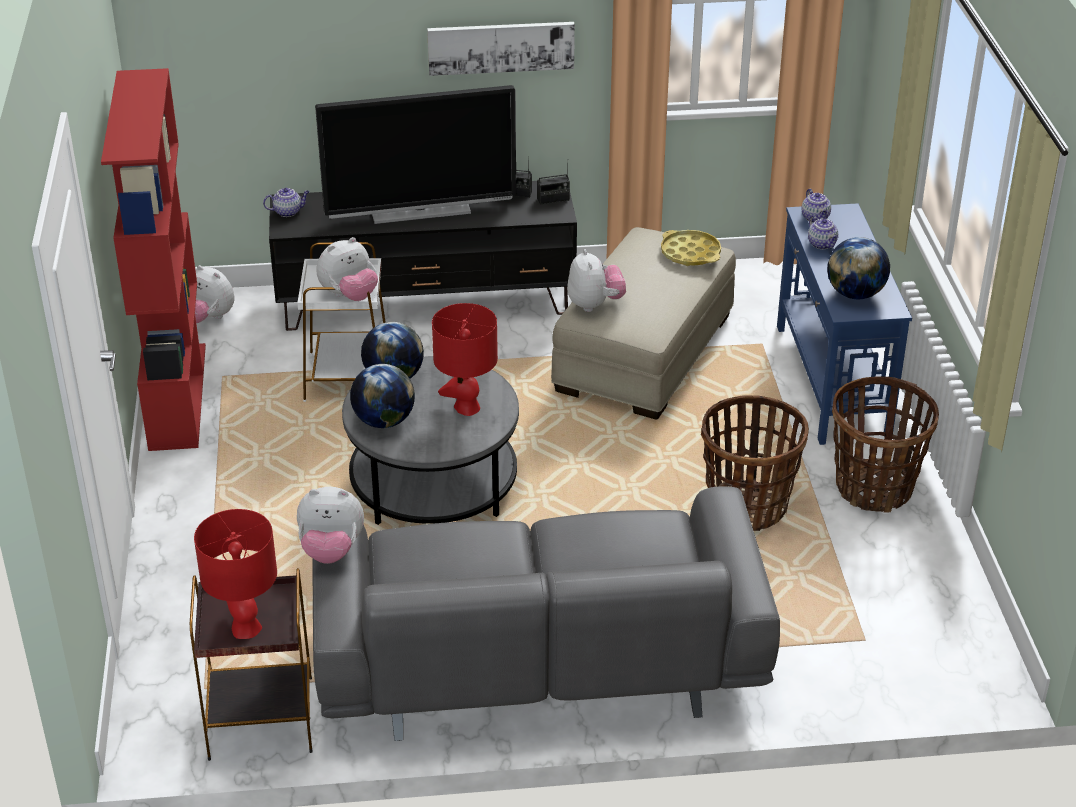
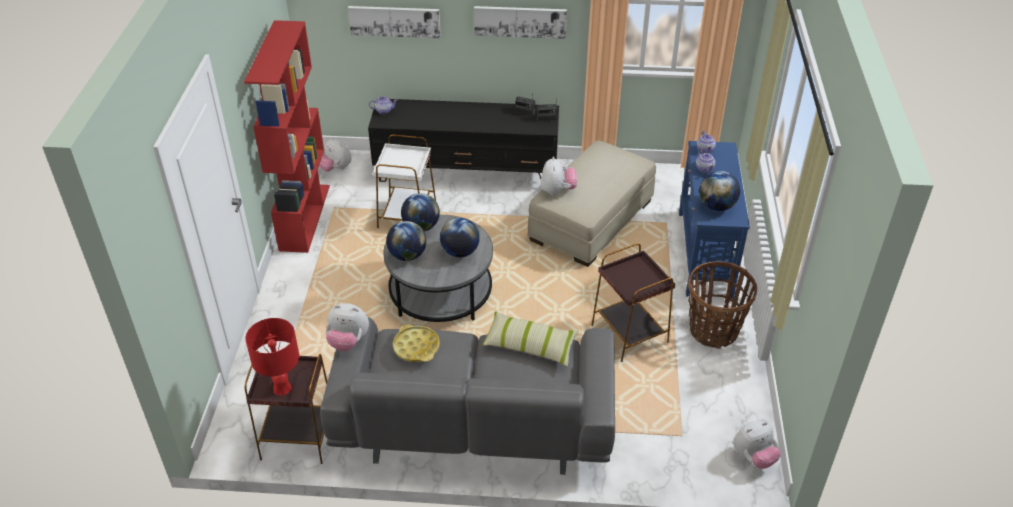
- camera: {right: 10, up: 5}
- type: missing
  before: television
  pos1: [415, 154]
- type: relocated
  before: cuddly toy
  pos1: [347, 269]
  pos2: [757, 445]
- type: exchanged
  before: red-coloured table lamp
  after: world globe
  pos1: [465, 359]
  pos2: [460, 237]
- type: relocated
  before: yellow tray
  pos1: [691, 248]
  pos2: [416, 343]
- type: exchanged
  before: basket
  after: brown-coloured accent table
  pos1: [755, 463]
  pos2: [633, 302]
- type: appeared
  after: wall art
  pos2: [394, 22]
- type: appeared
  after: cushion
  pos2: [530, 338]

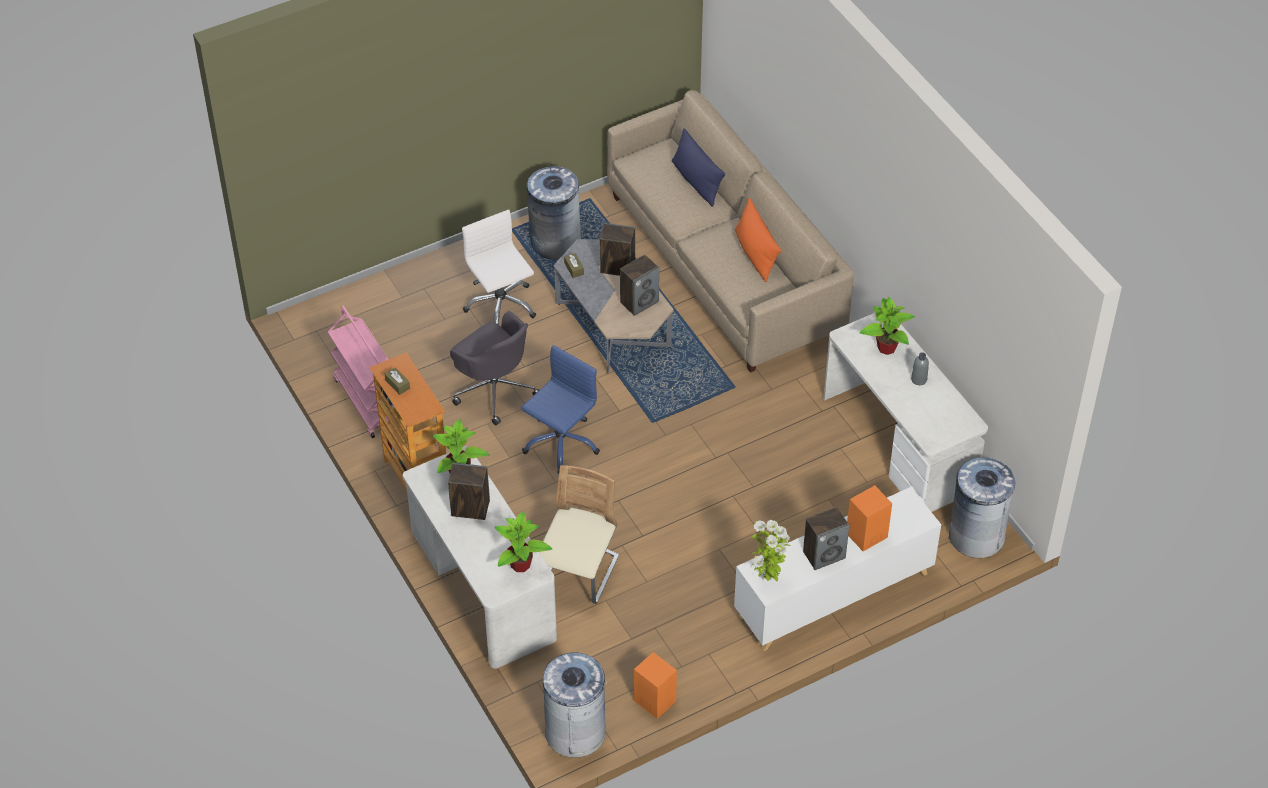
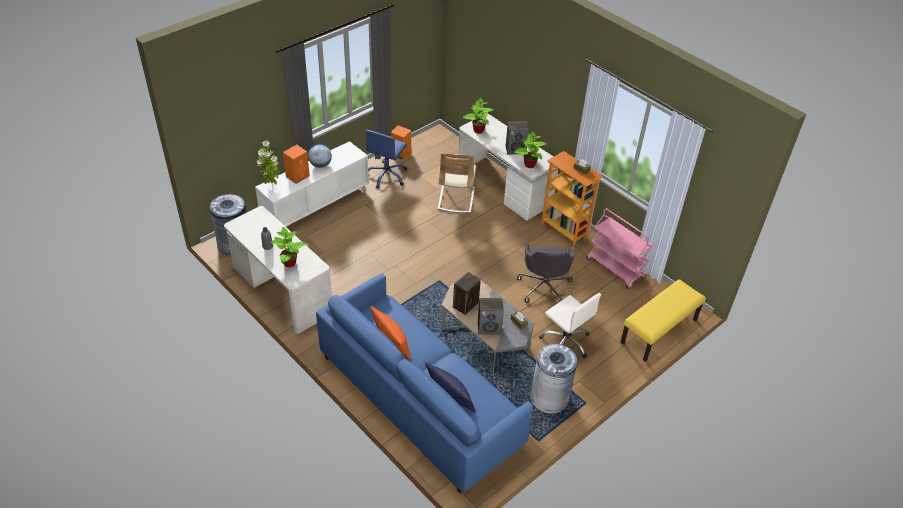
- camera: {right: 165, up: -5}
- type: spun
  before: gray desk chair
  pos1: [494, 368]
  pos2: [546, 273]
  turn: -120
- type: relocated
  before: blue desk chair
  pos1: [560, 409]
  pos2: [386, 159]
- type: missing
  before: gray rubbish bin
  pos1: [575, 705]
- type: colour
  before: sand-coloured couch
  after: blue couch
  pos1: [730, 231]
  pos2: [424, 383]
- type: relocated
  before: potted plant
  pos1: [770, 551]
  pos2: [268, 162]
- type: exchanged
  before: loudspeaker
  after: world globe
  pos1: [826, 538]
  pos2: [320, 156]
- type: appeared
  after: yellow bench
  pos2: [663, 320]

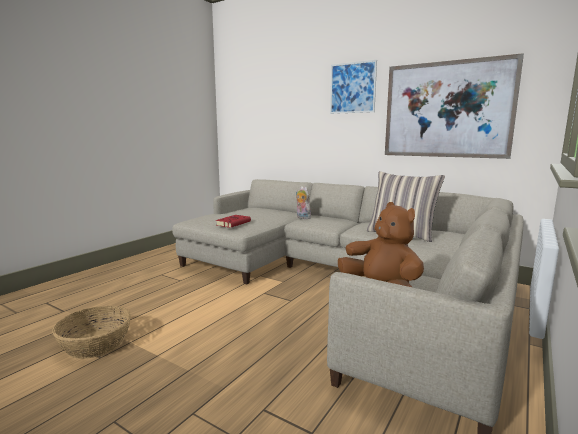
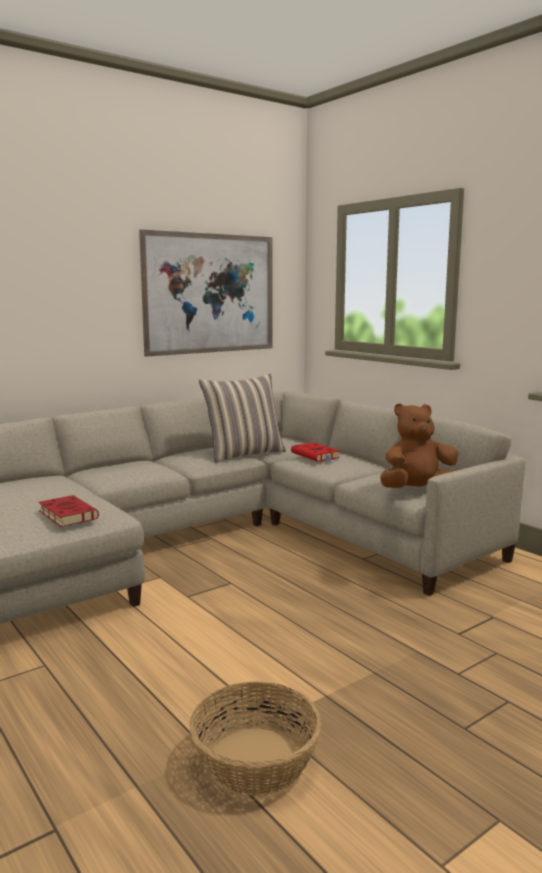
- camera: {right: -70, up: 0}
- type: missing
  before: cuddly toy
  pos1: [303, 202]
- type: missing
  before: wall art
  pos1: [353, 87]
- type: appeared
  after: red-coloured bound book
  pos2: [315, 452]

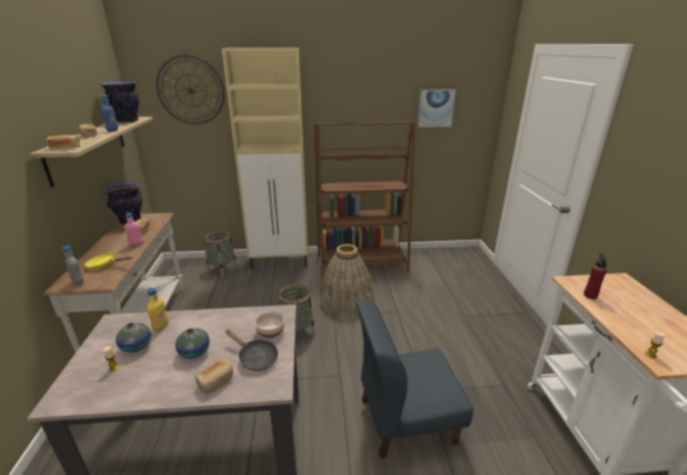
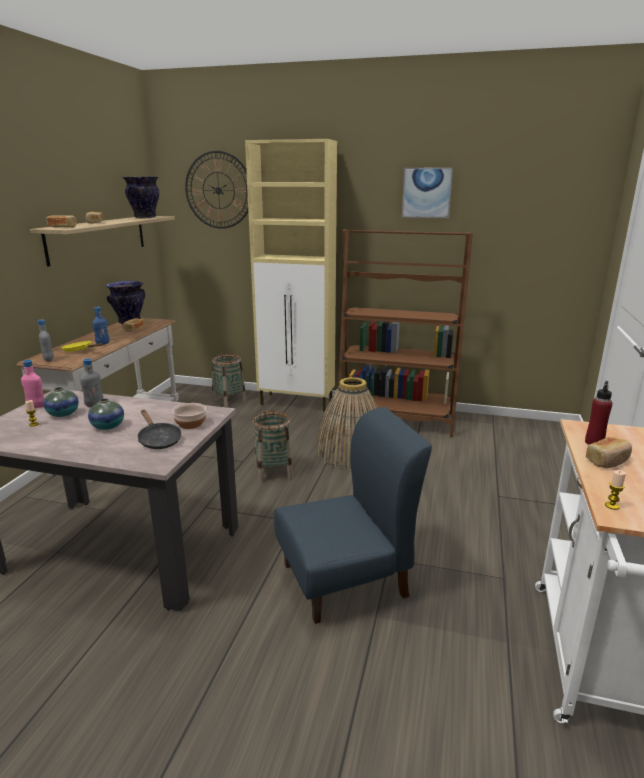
- camera: {right: 20, up: -5}
- type: relocated
  before: blue bottle
  pos1: [109, 113]
  pos2: [101, 326]
- type: relocated
  before: pink-coloured bottle
  pos1: [134, 229]
  pos2: [33, 384]
- type: colour
  before: yellow bottle
  after: gray bottle
  pos1: [158, 310]
  pos2: [92, 382]
- type: relocated
  before: baked bread
  pos1: [214, 376]
  pos2: [609, 452]
- type: spun
  before: blue upright chair
  pos1: [414, 379]
  pos2: [353, 515]
  turn: 150
- type: relocated
  before: wall art
  pos1: [436, 108]
  pos2: [427, 192]

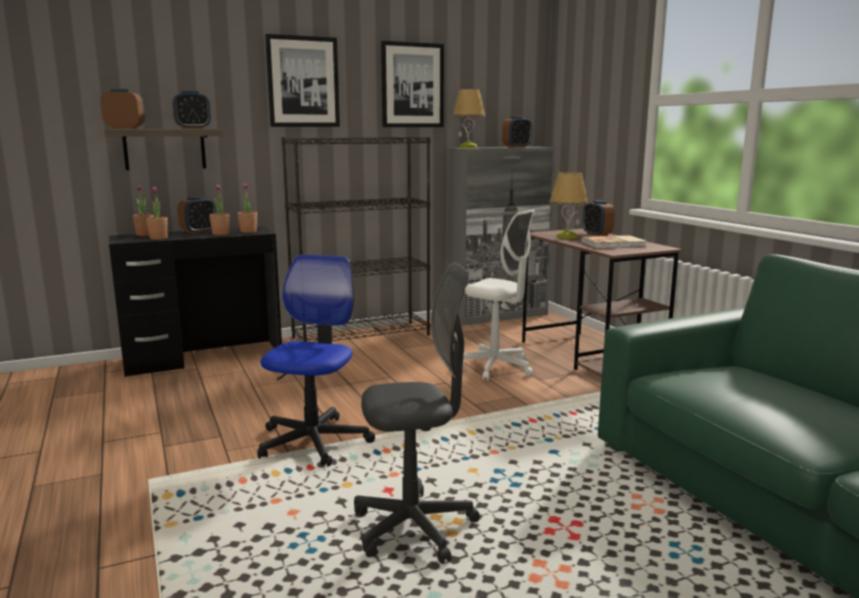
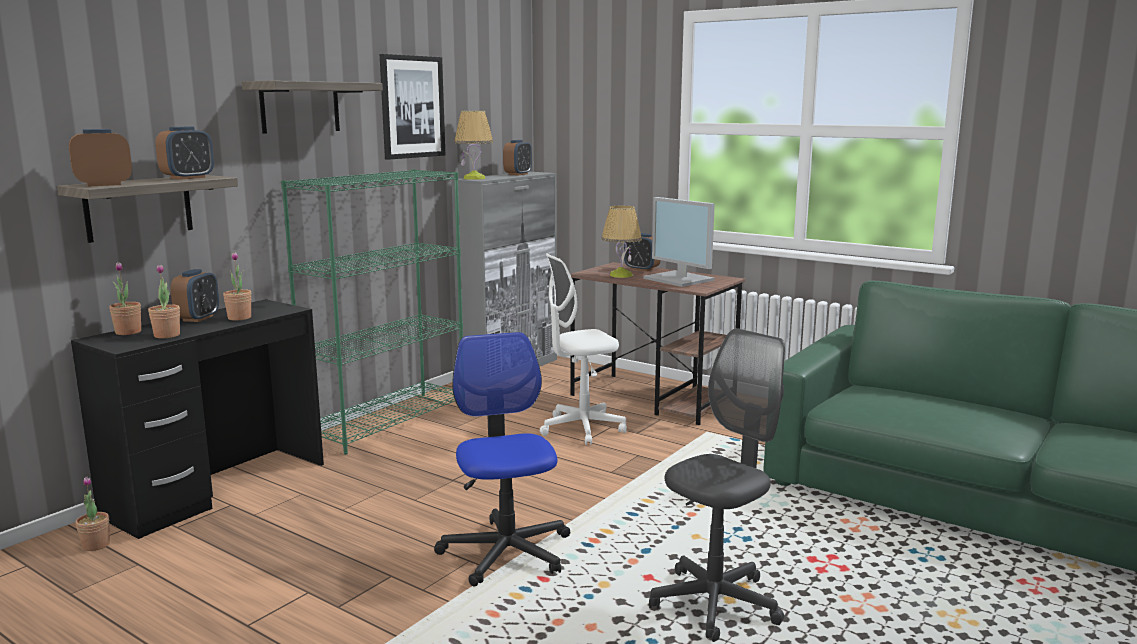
- camera: {right: -30, up: 0}
- type: relocated
  before: potted plant
  pos1: [247, 208]
  pos2: [93, 514]
- type: exchanged
  before: wall art
  after: bracket shelf
  pos1: [302, 80]
  pos2: [312, 107]
- type: colour
  before: black bookcase
  after: green bookcase
  pos1: [356, 240]
  pos2: [372, 312]
- type: spun
  before: white desk chair
  pos1: [498, 295]
  pos2: [583, 349]
  turn: 150
- type: exchanged
  before: bound book
  after: monitor
  pos1: [613, 241]
  pos2: [679, 242]

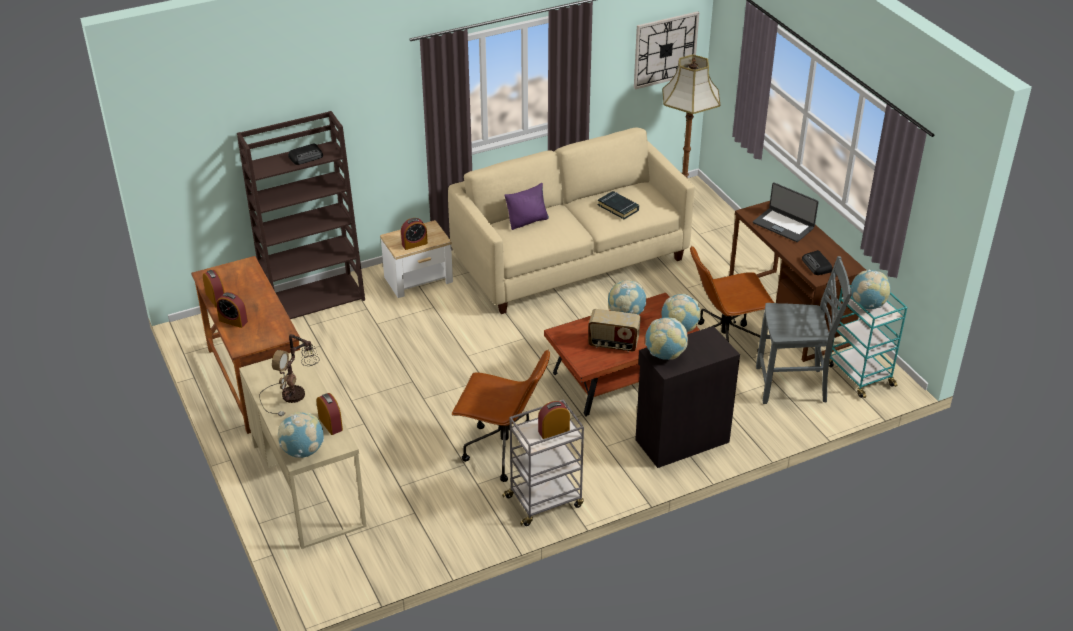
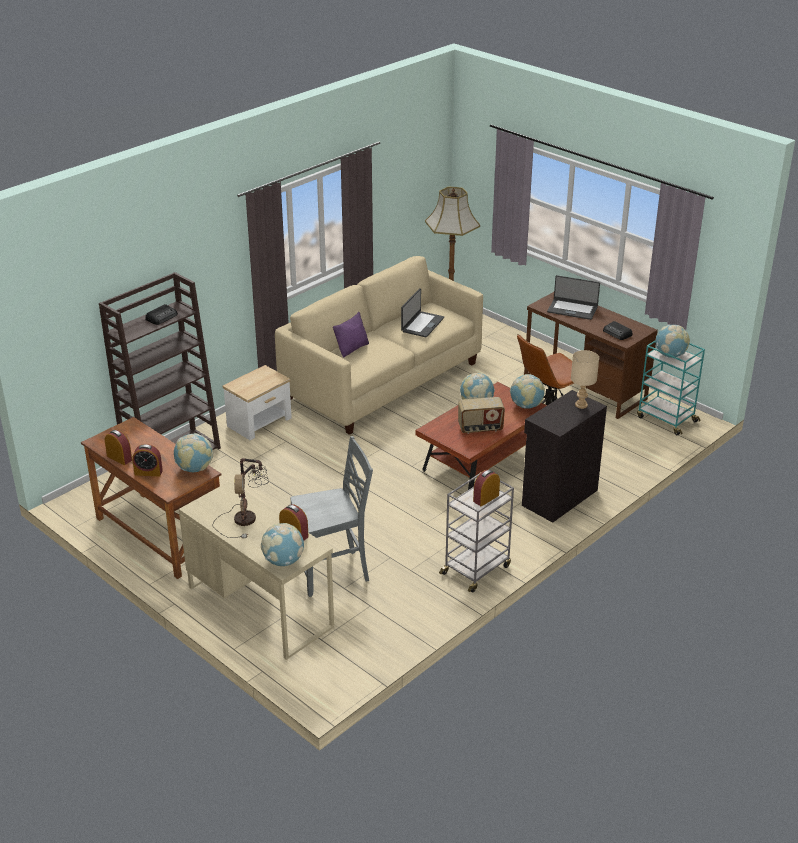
- camera: {right: -20, up: -5}
- type: missing
  before: table clock
  pos1: [414, 234]
- type: missing
  before: brown-coloured desk chair
  pos1: [501, 415]
- type: exchanged
  before: black bound book
  after: portable computer
  pos1: [618, 205]
  pos2: [422, 312]
- type: missing
  before: hanging clock
  pos1: [666, 50]
- type: relocated
  before: world globe
  pos1: [666, 338]
  pos2: [193, 452]
- type: relocated
  before: gray upright chair
  pos1: [804, 330]
  pos2: [331, 516]
- type: appeared
  after: sand-coloured table lamp
  pos2: [585, 379]

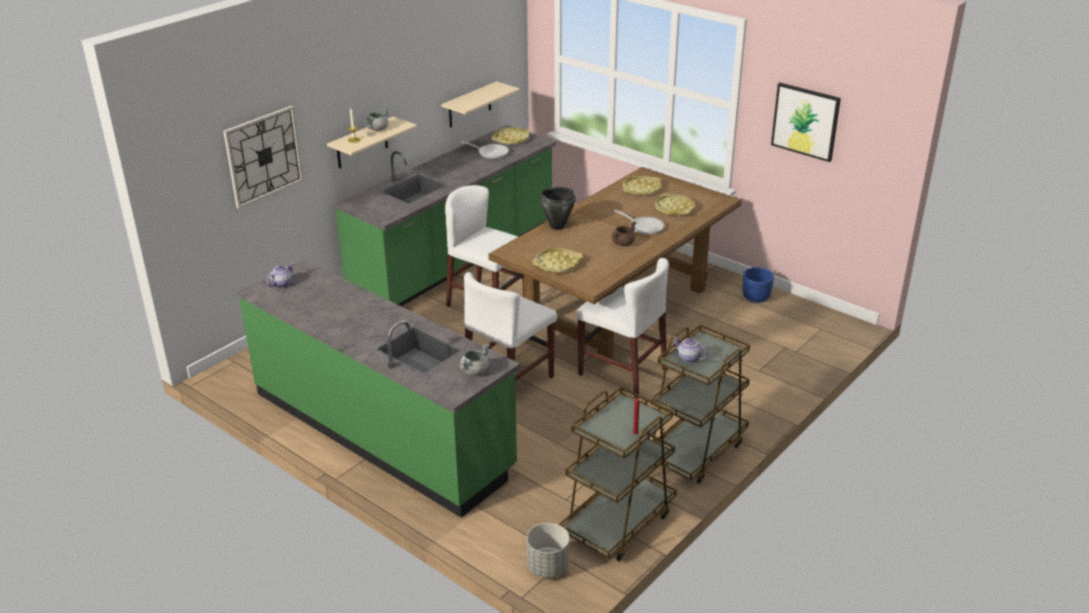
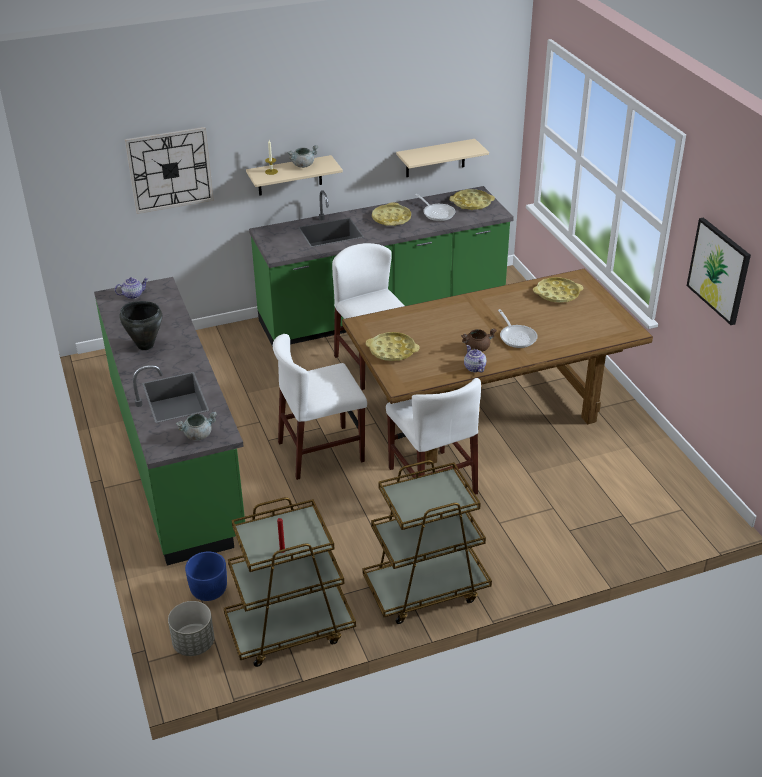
- camera: {right: 30, up: 5}
- type: relocated
  before: black cooking pot
  pos1: [558, 208]
  pos2: [140, 325]
- type: relocated
  before: yellow tray
  pos1: [675, 204]
  pos2: [391, 214]
- type: relocated
  before: teapot
  pos1: [690, 350]
  pos2: [475, 358]
- type: relocated
  before: blue planter
  pos1: [758, 285]
  pos2: [206, 576]

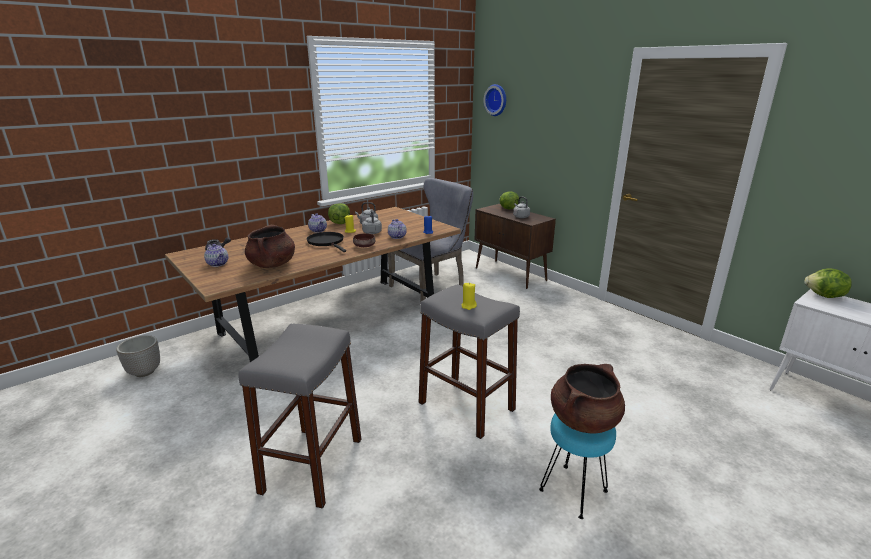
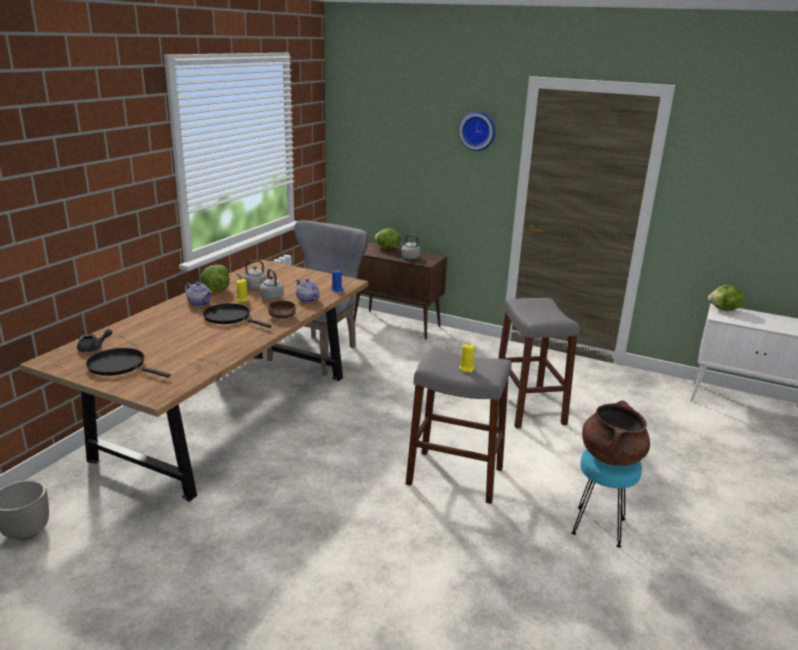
- camera: {right: -25, up: 0}
- type: exchanged
  before: teapot
  after: black pan
  pos1: [216, 255]
  pos2: [128, 363]
- type: relocated
  before: gray stool seat
  pos1: [299, 416]
  pos2: [538, 363]
- type: missing
  before: brown-coloured cooking pot
  pos1: [270, 246]
- type: relocated
  before: hanging clock
  pos1: [494, 100]
  pos2: [477, 131]

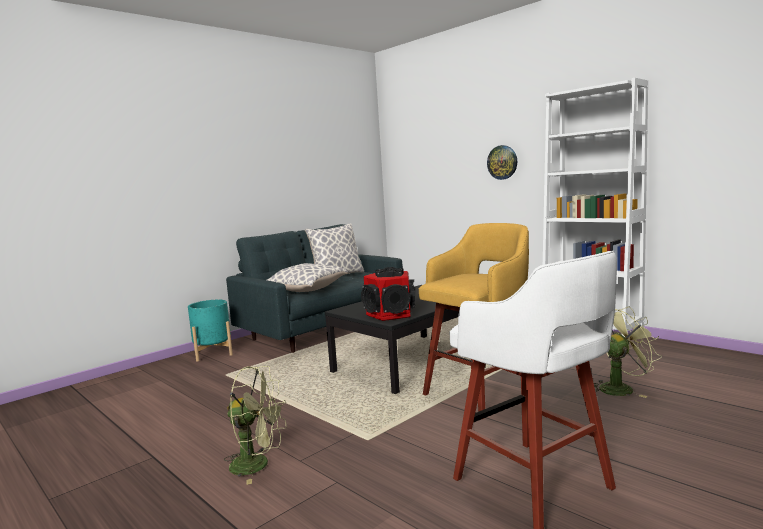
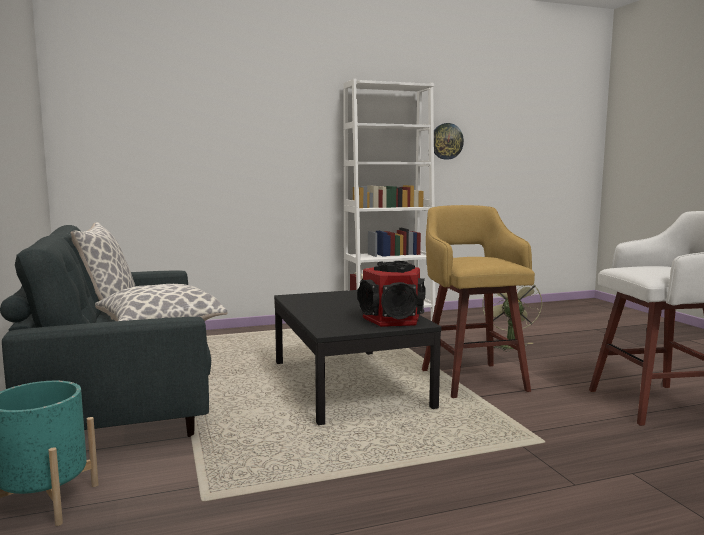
- camera: {right: -65, up: 0}
- type: missing
  before: green cooling fan
  pos1: [255, 425]
- type: relocated
  before: hanging clock
  pos1: [502, 162]
  pos2: [449, 141]

